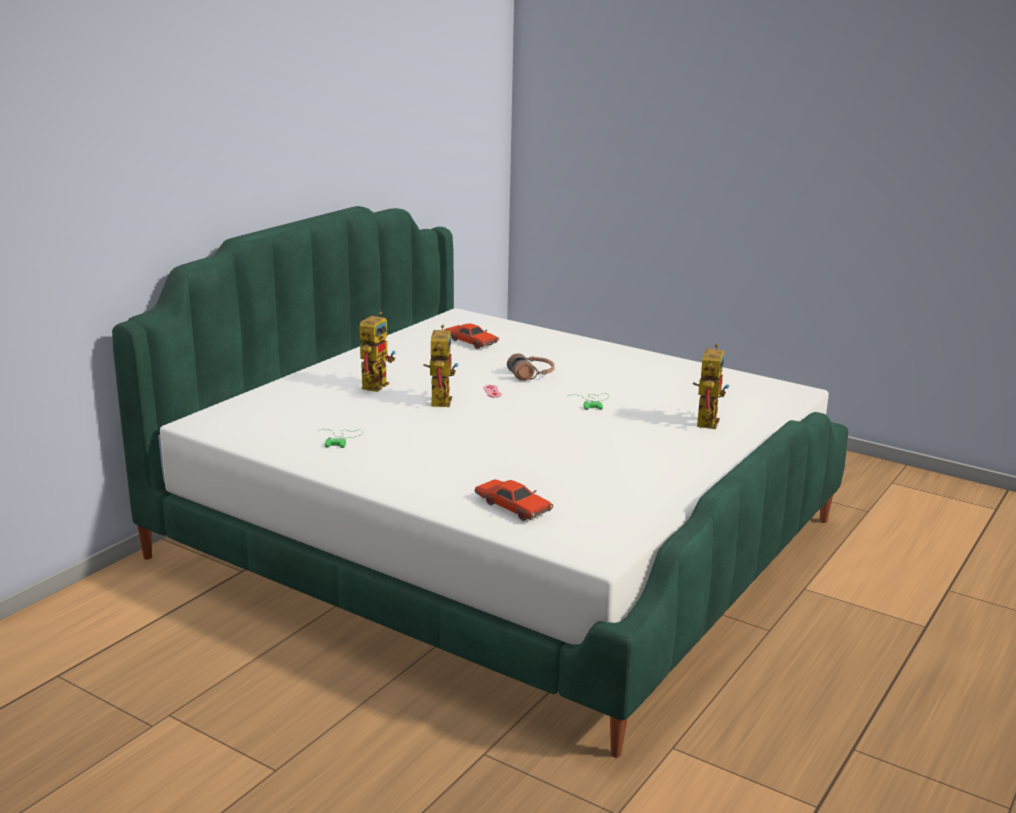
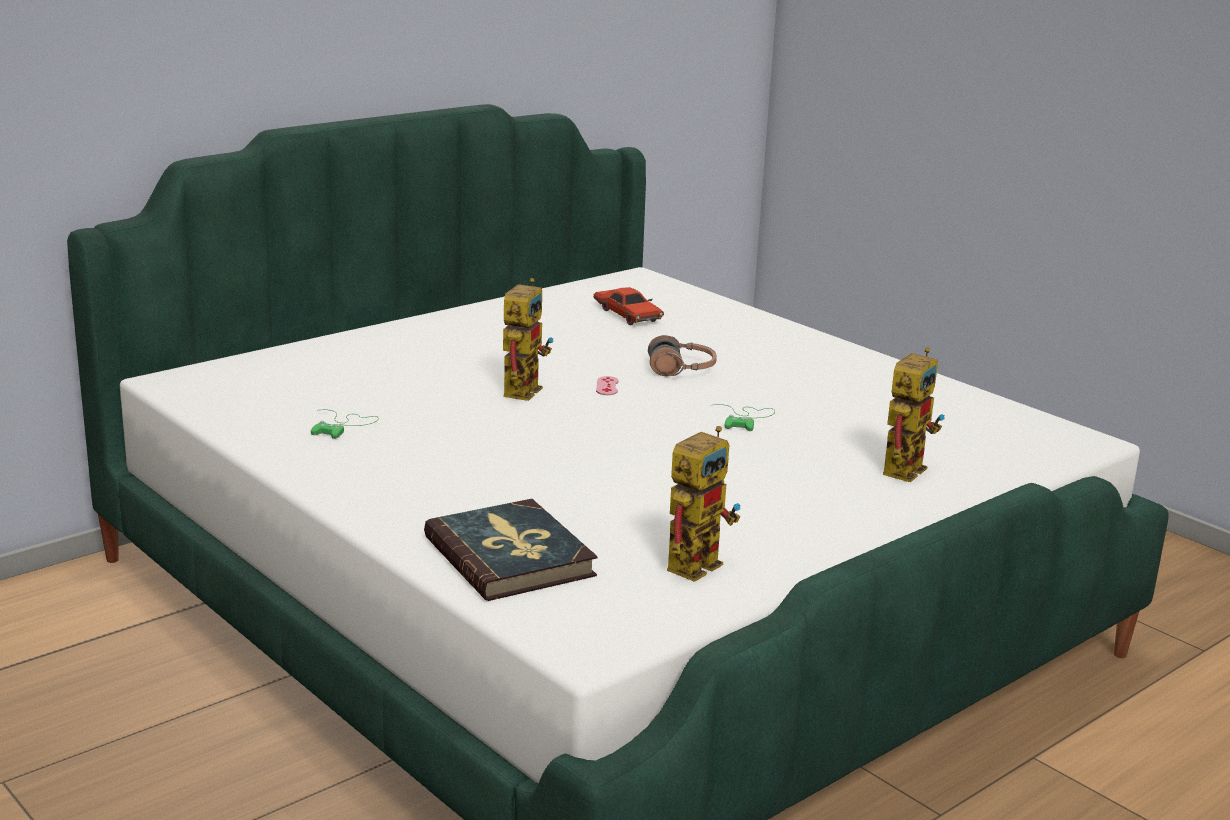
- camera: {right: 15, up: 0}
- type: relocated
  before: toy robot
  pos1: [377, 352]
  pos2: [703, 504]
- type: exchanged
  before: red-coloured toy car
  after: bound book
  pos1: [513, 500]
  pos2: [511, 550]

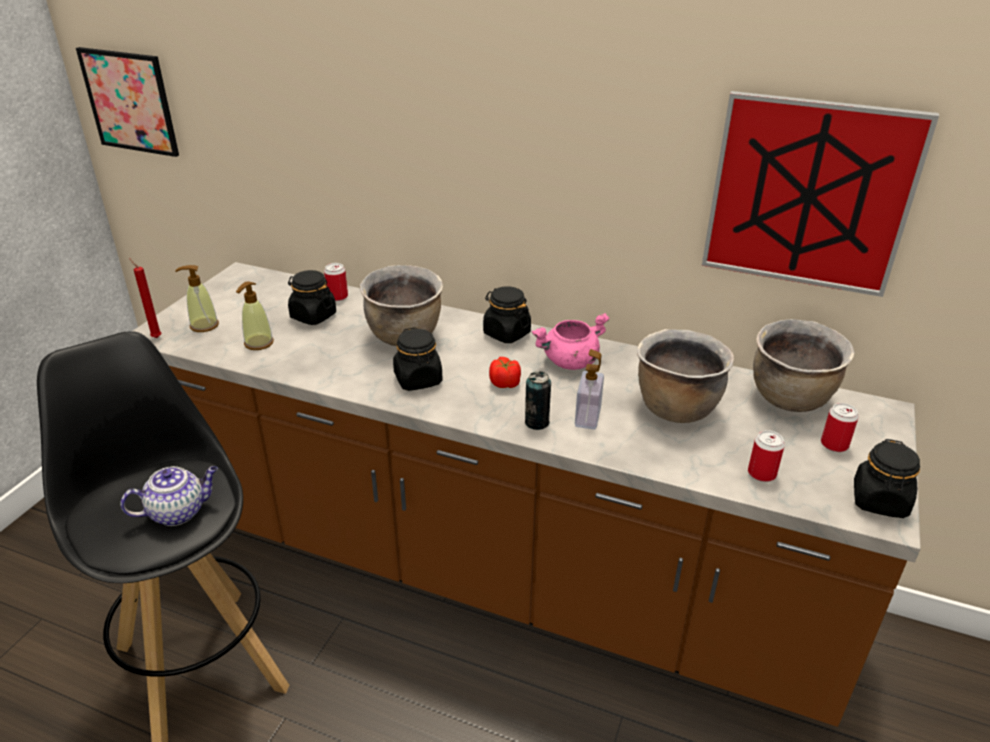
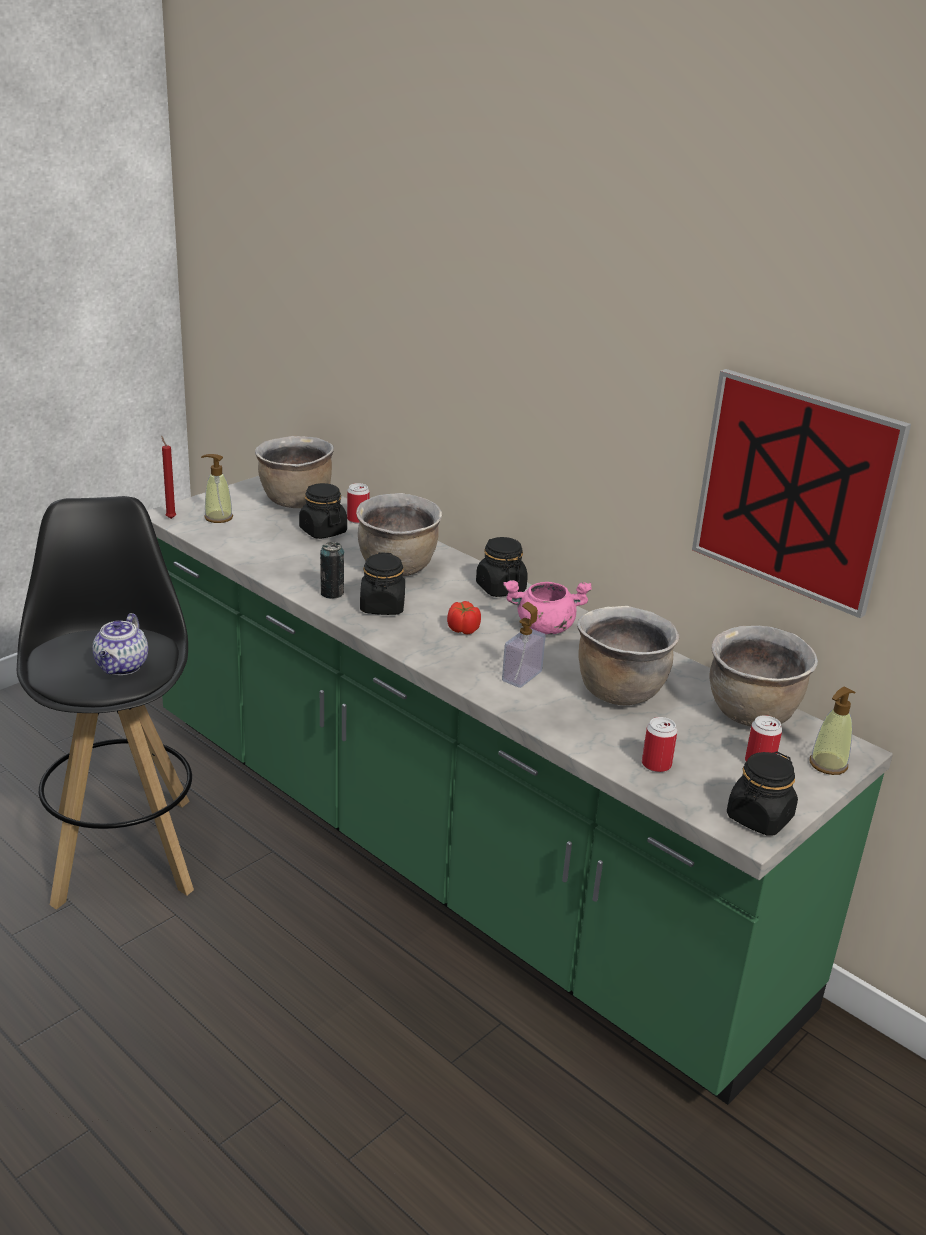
- camera: {right: 20, up: -5}
- type: missing
  before: wall art
  pos1: [127, 102]
- type: spun
  before: teapot
  pos1: [169, 496]
  pos2: [120, 644]
  turn: 105
- type: colour
  before: brown-coloured kitchen base unit
  after: green kitchen base unit
  pos1: [527, 494]
  pos2: [520, 790]
- type: relocated
  before: soap dispenser
  pos1: [255, 315]
  pos2: [832, 731]
- type: relocated
  before: metal can
  pos1: [538, 400]
  pos2: [332, 570]
- type: appeared
  after: brown-coloured cooking pot
  pos2: [294, 472]

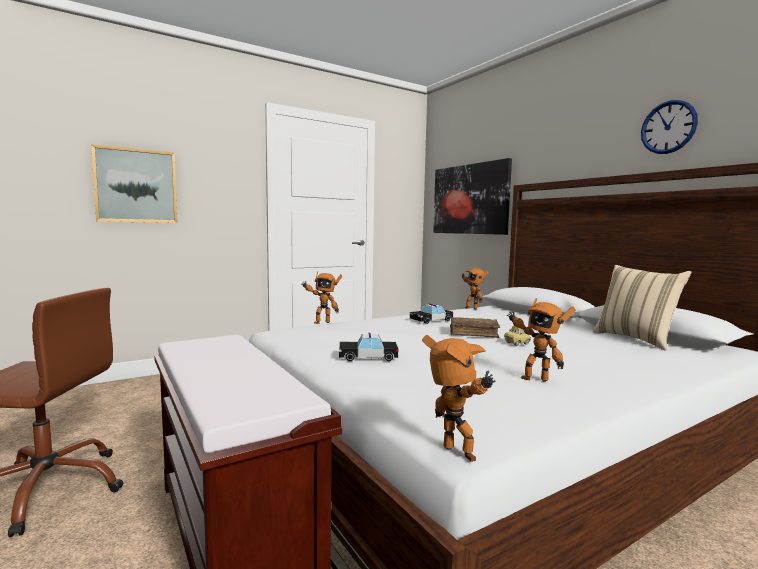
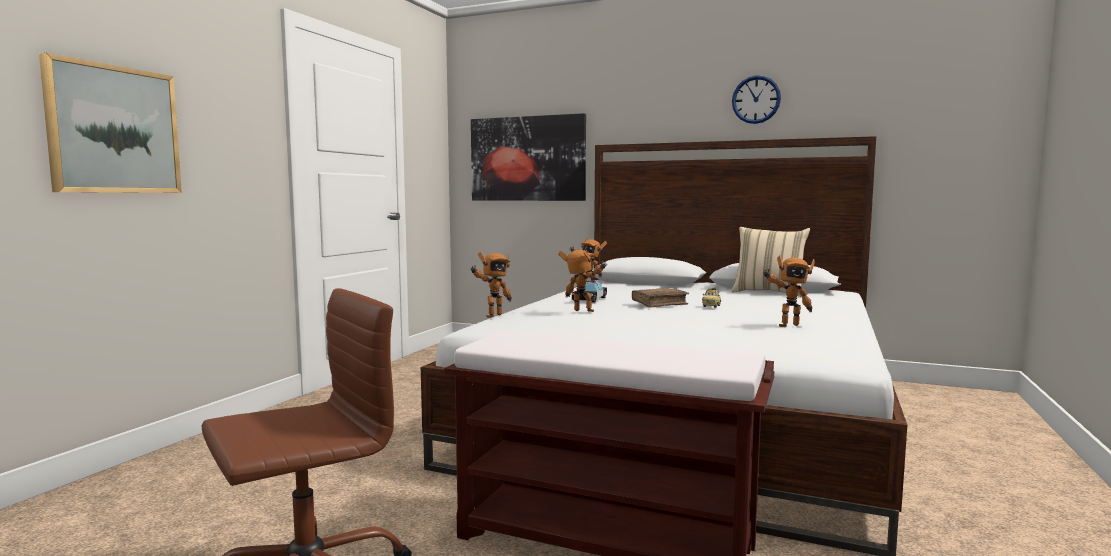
- camera: {right: -35, up: 0}
- type: missing
  before: toy car
  pos1: [368, 347]
- type: relocated
  before: toy robot
  pos1: [459, 398]
  pos2: [582, 281]

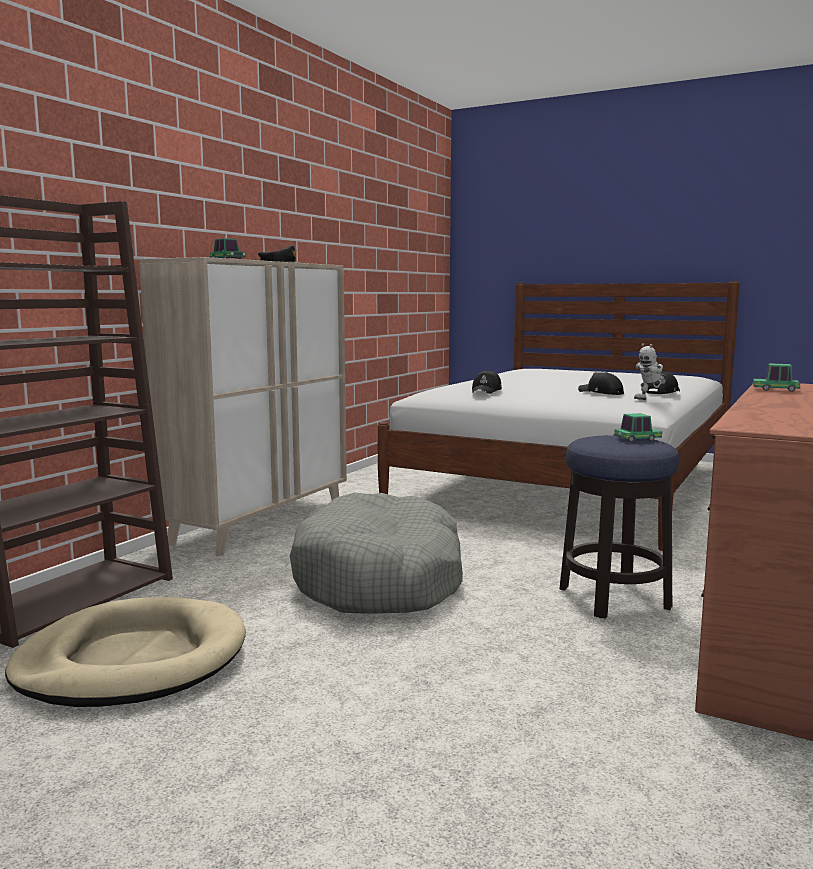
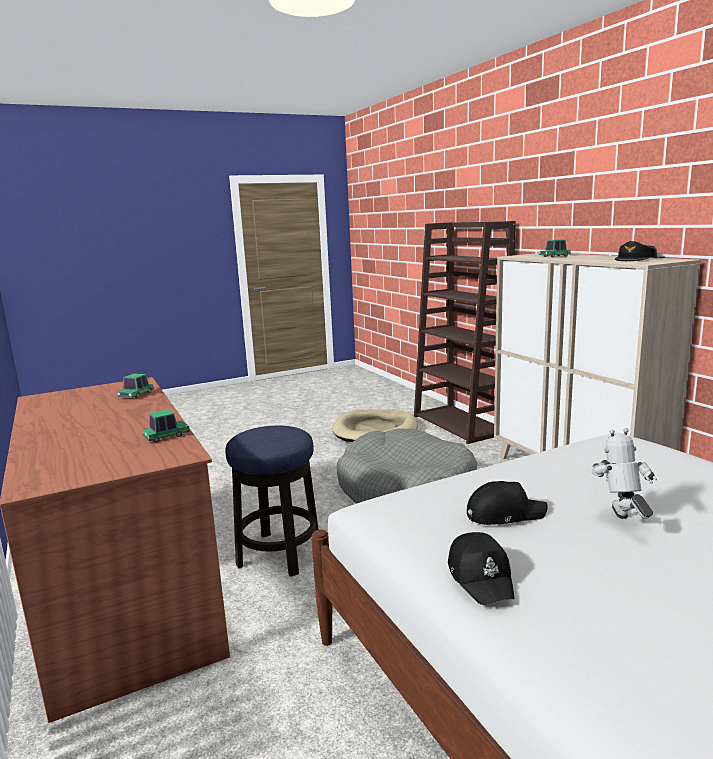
- camera: {right: 125, up: 5}
- type: missing
  before: black cap
  pos1: [487, 382]
- type: relocated
  before: toy car
  pos1: [638, 427]
  pos2: [135, 385]
- type: relocated
  before: toy robot
  pos1: [650, 371]
  pos2: [624, 473]

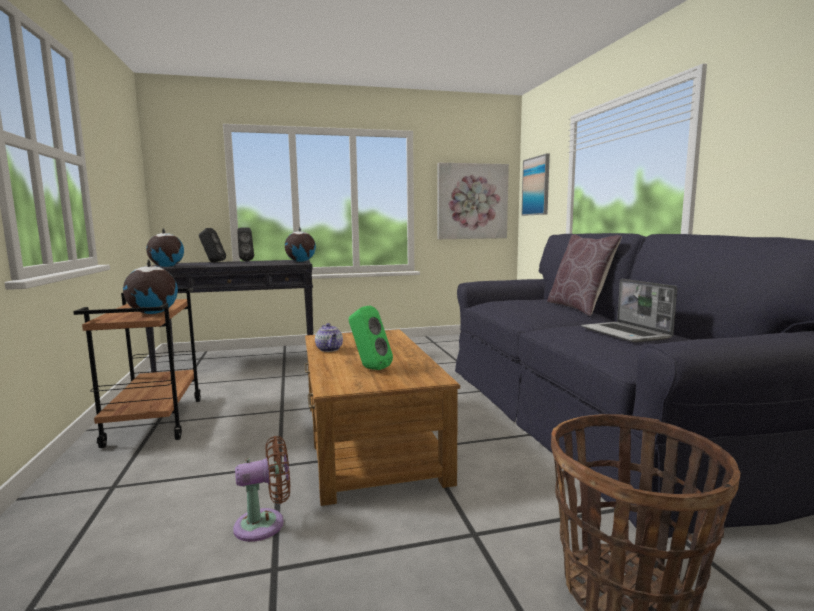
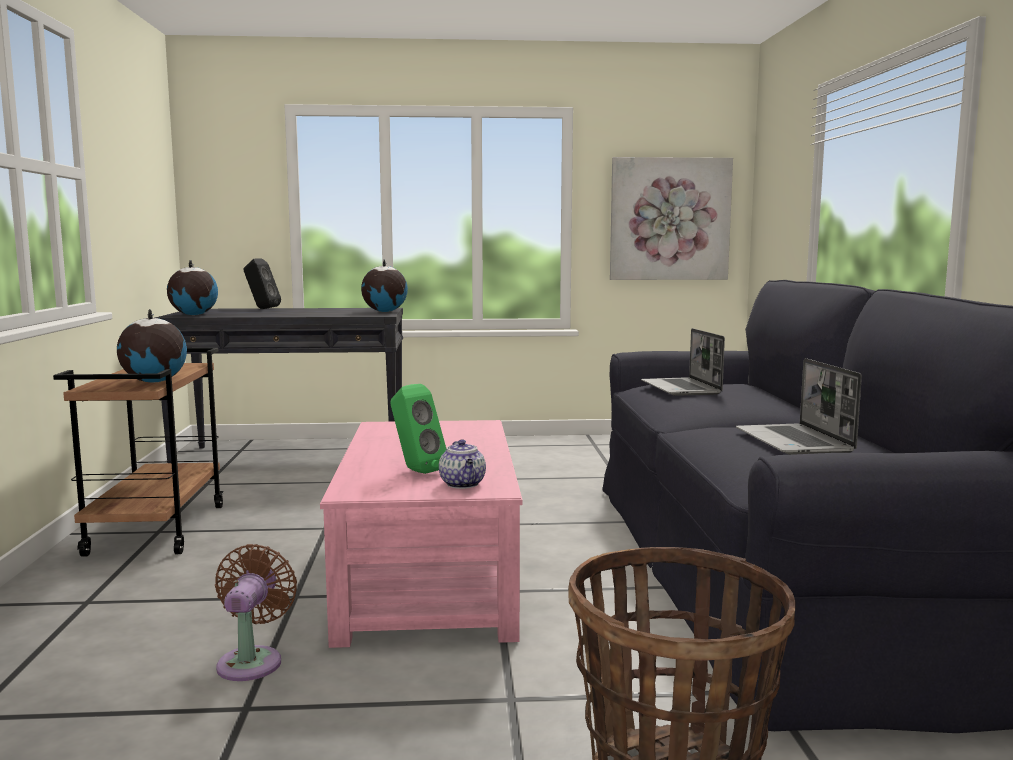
- camera: {right: 10, up: 0}
- type: spun
  before: brown-coloured cooling fan
  pos1: [261, 489]
  pos2: [256, 612]
  turn: -75
- type: missing
  before: black loudspeaker
  pos1: [245, 244]
- type: colour
  before: brown-coloured lounge table
  after: pink-coloured lounge table
  pos1: [382, 417]
  pos2: [421, 534]
- type: relocated
  before: teapot
  pos1: [329, 337]
  pos2: [462, 464]
- type: missing
  before: wall art
  pos1: [535, 185]
- type: missing
  before: brown-coloured cushion
  pos1: [584, 275]
- type: appeared
  after: portable computer
  pos2: [683, 362]

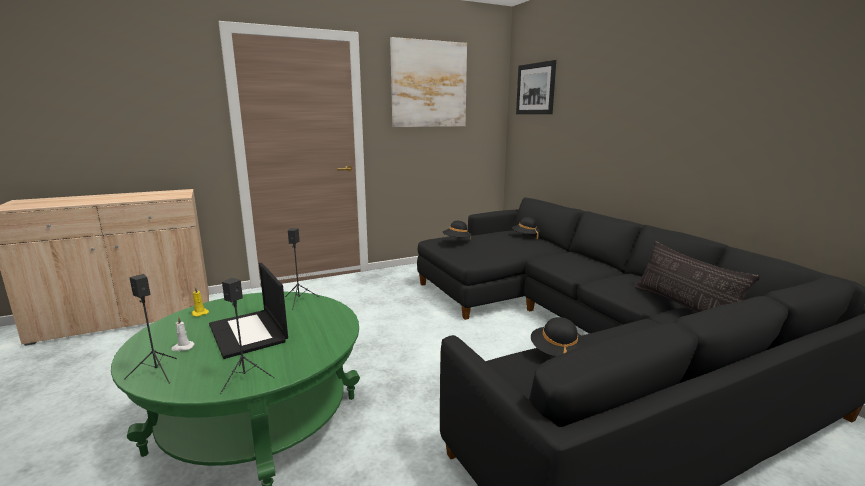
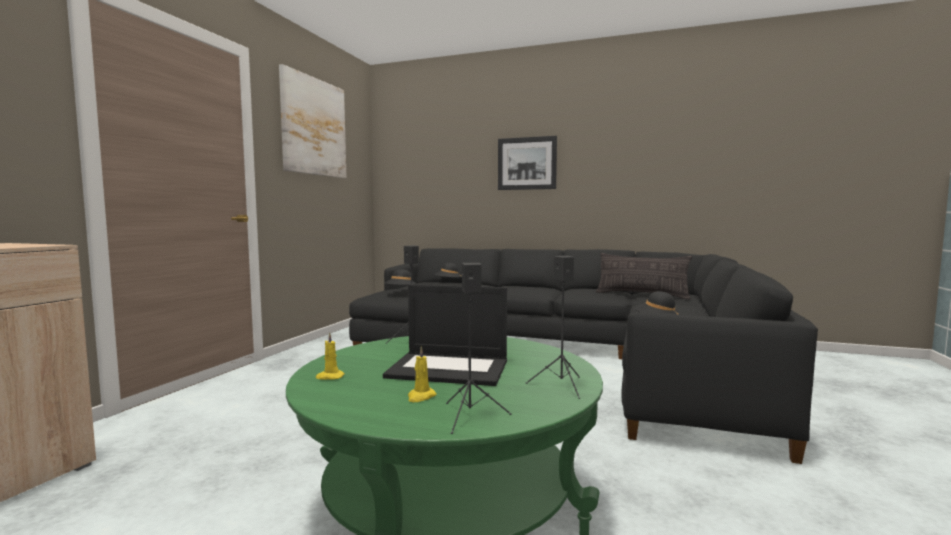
- camera: {right: -45, up: -10}
- type: colour
  before: white wax light
  after: yellow wax light
  pos1: [183, 333]
  pos2: [422, 374]
- type: relocated
  before: wall art
  pos1: [536, 87]
  pos2: [527, 163]

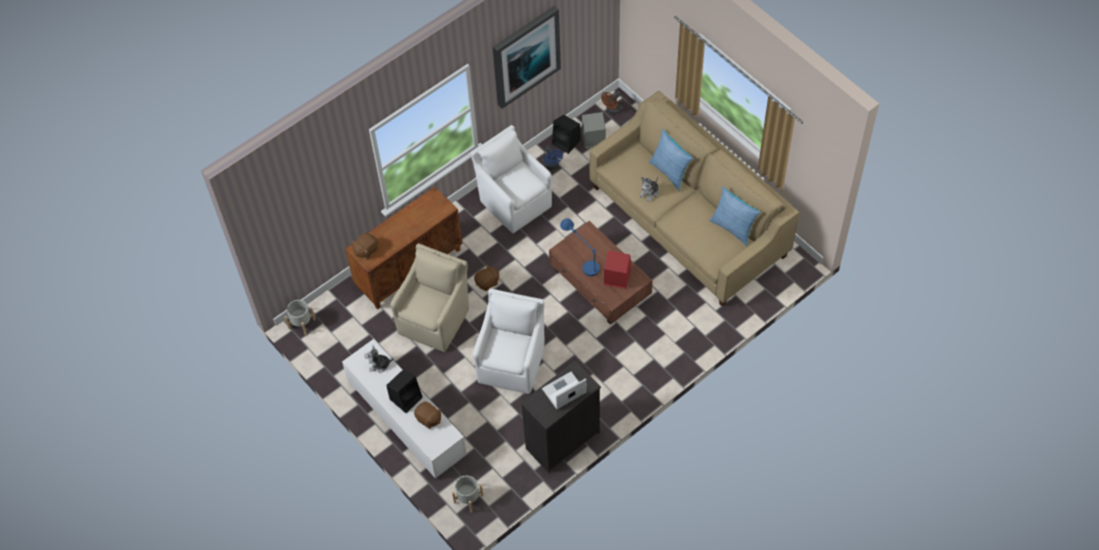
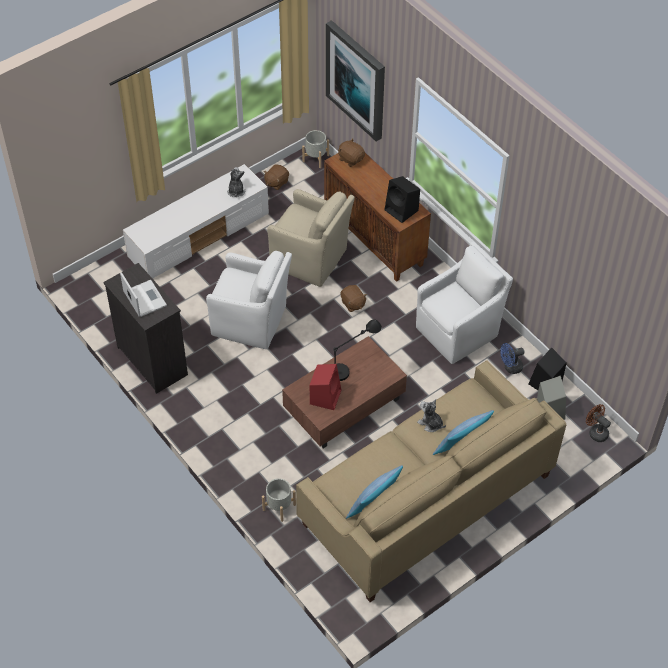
- camera: {right: 90, up: -5}
- type: relocated
  before: black loudspeaker
  pos1: [404, 391]
  pos2: [402, 199]
- type: relocated
  before: brown-coloured cuddly toy
  pos1: [427, 415]
  pos2: [276, 177]
- type: relocated
  before: gray planter
  pos1: [467, 494]
  pos2: [279, 500]
- type: relocated
  before: wall art
  pos1: [527, 57]
  pos2: [355, 81]
- type: colour
  before: blue table lamp
  after: black table lamp
  pos1: [580, 247]
  pos2: [357, 350]

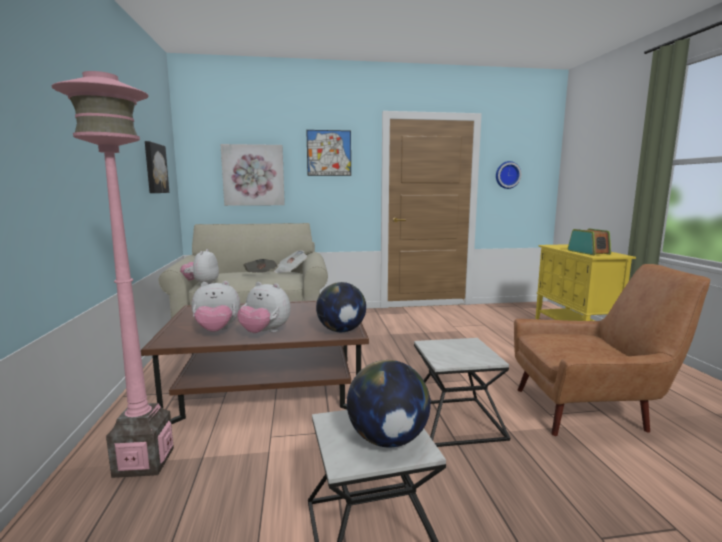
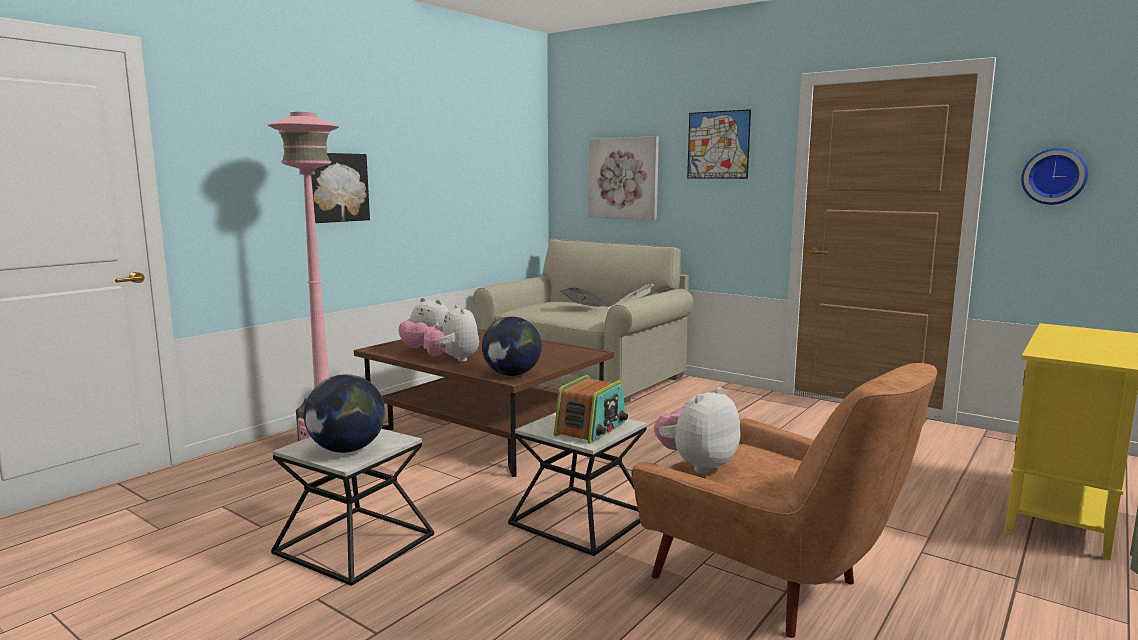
- camera: {right: 45, up: 0}
- type: relocated
  before: wall art
  pos1: [157, 167]
  pos2: [340, 188]
- type: relocated
  before: cuddly toy
  pos1: [199, 266]
  pos2: [697, 430]
- type: relocated
  before: radio
  pos1: [589, 242]
  pos2: [591, 409]

